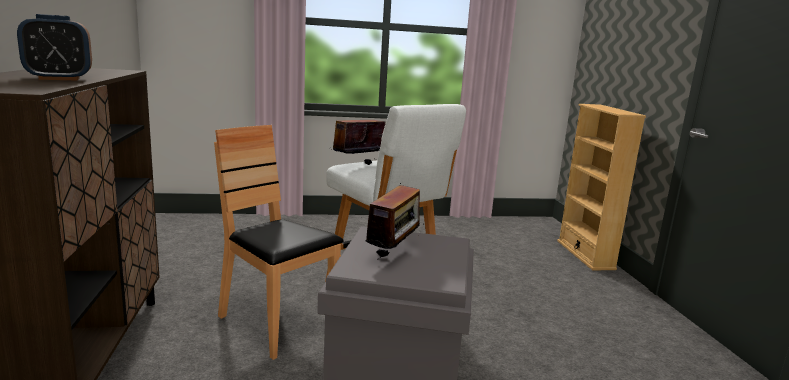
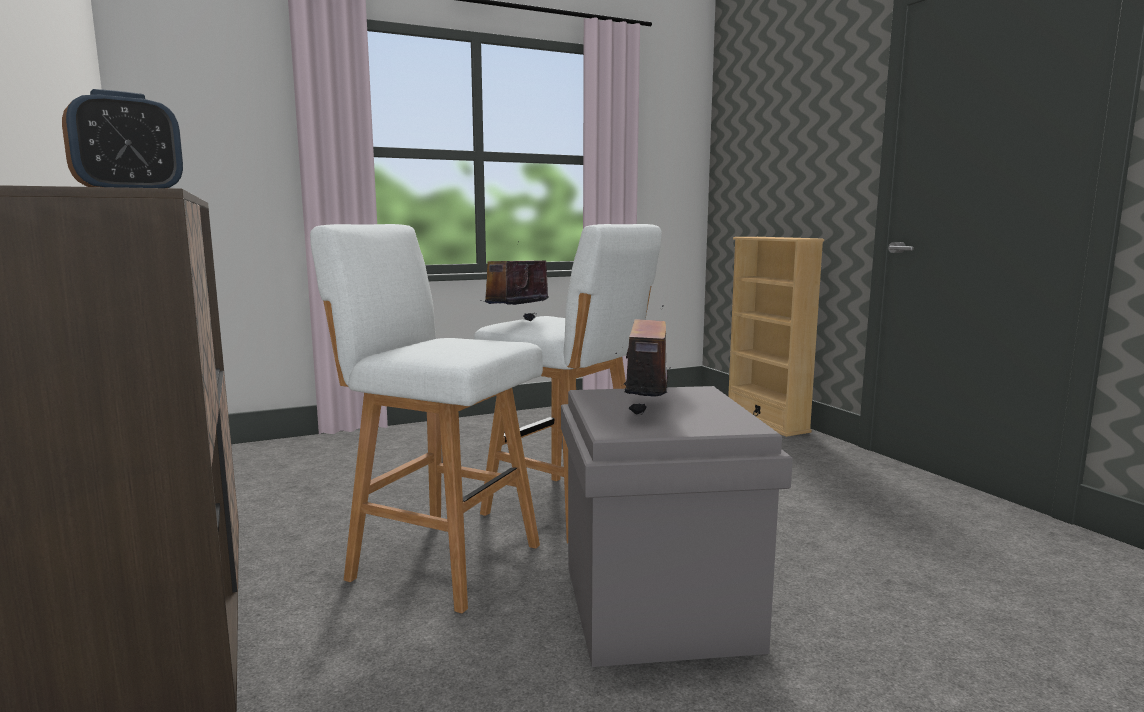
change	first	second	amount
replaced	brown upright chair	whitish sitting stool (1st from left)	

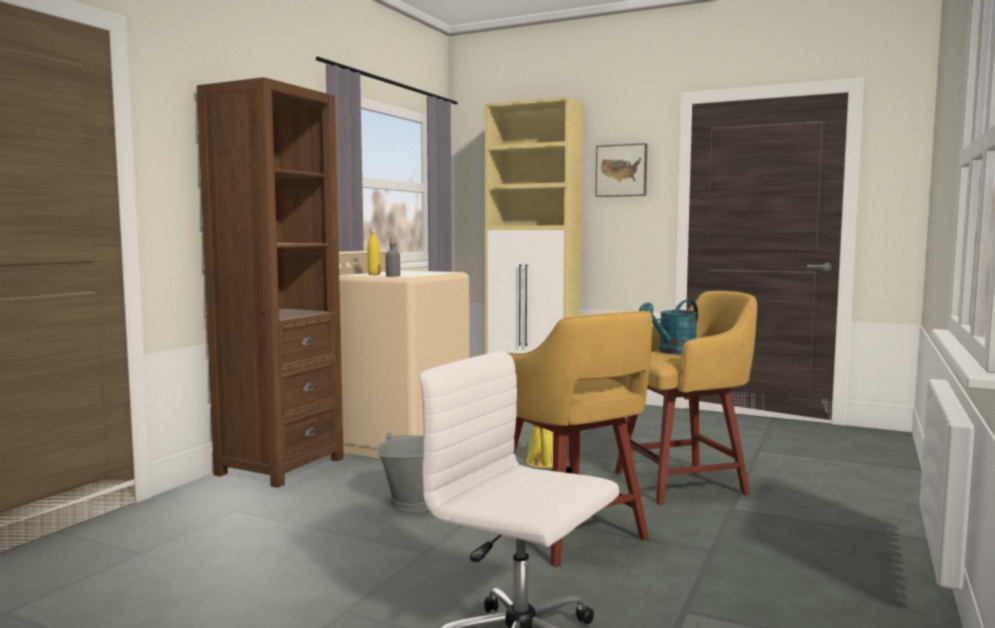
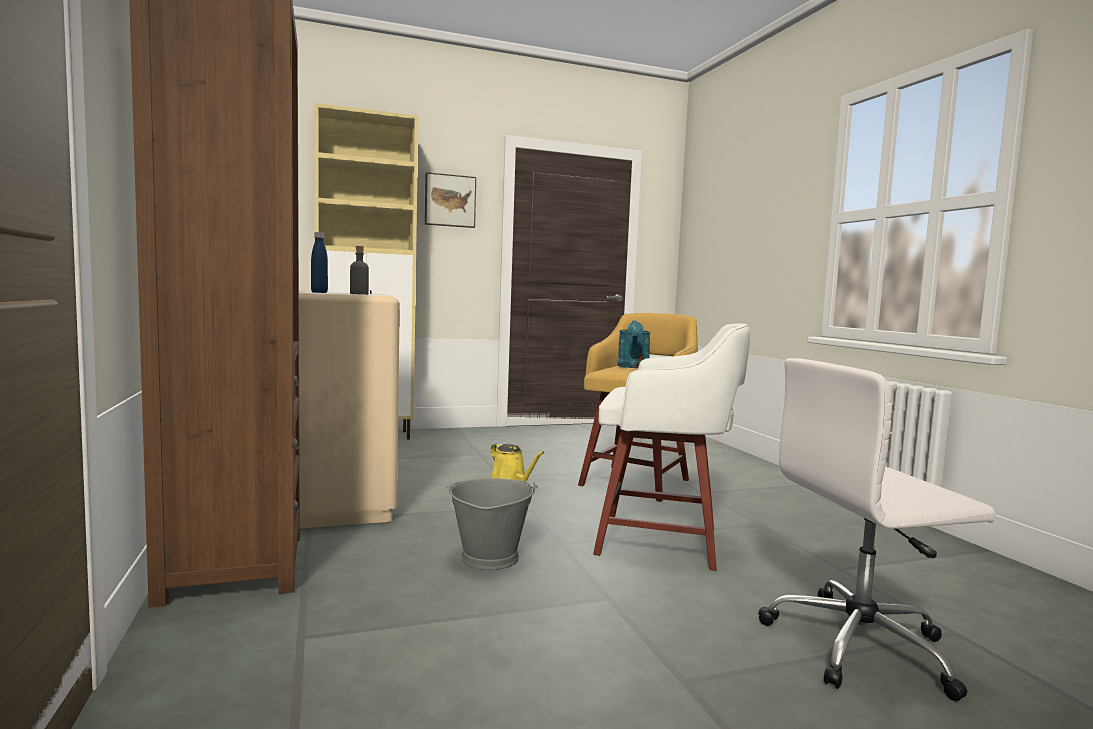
change	first	second	amount
recoloured	yellow-coloured drink bottle	blue-coloured drink bottle	
recoloured	yellow-coloured sitting stool (1st from left)	whitish sitting stool	

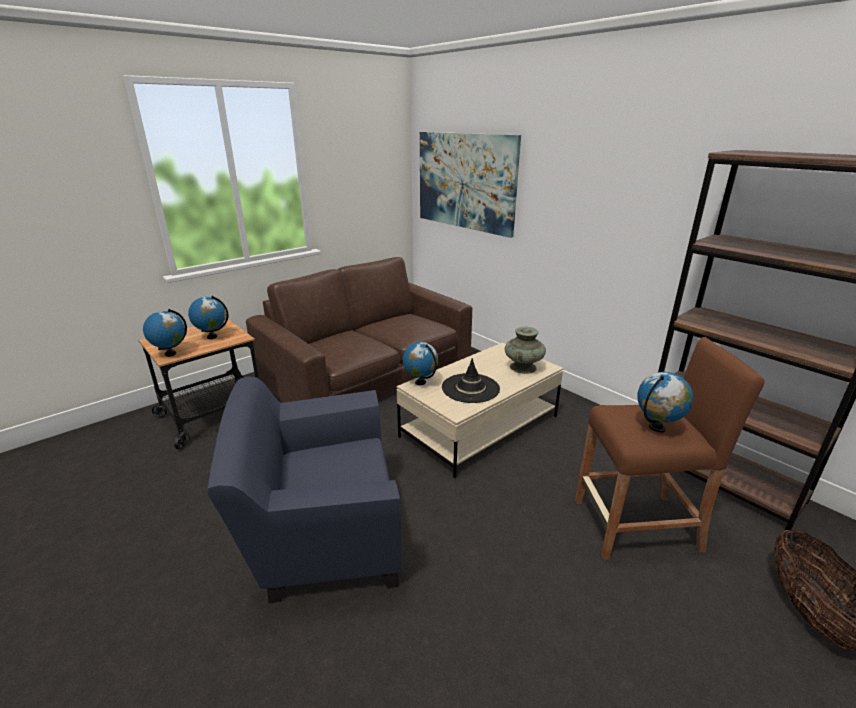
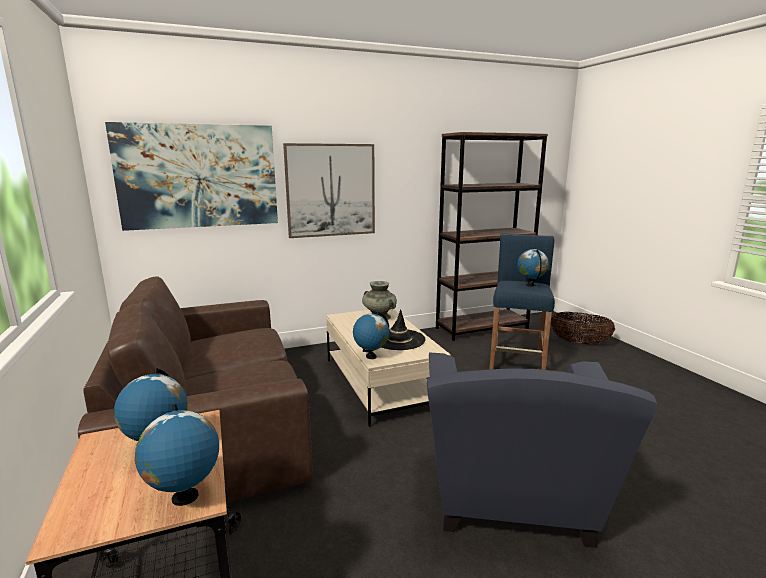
change	first	second	amount
added		wall art (2nd from left)	
recoloured	brown sitting stool	blue-coloured sitting stool	

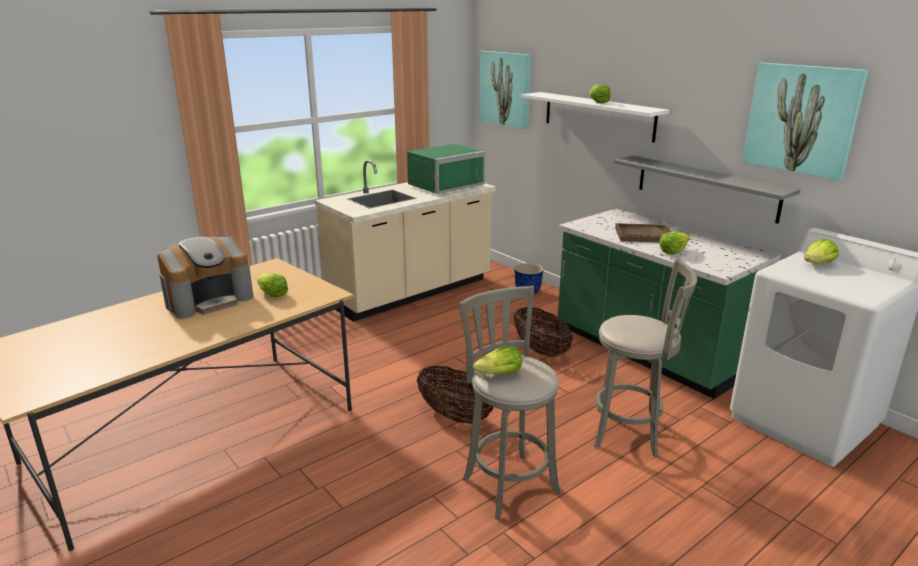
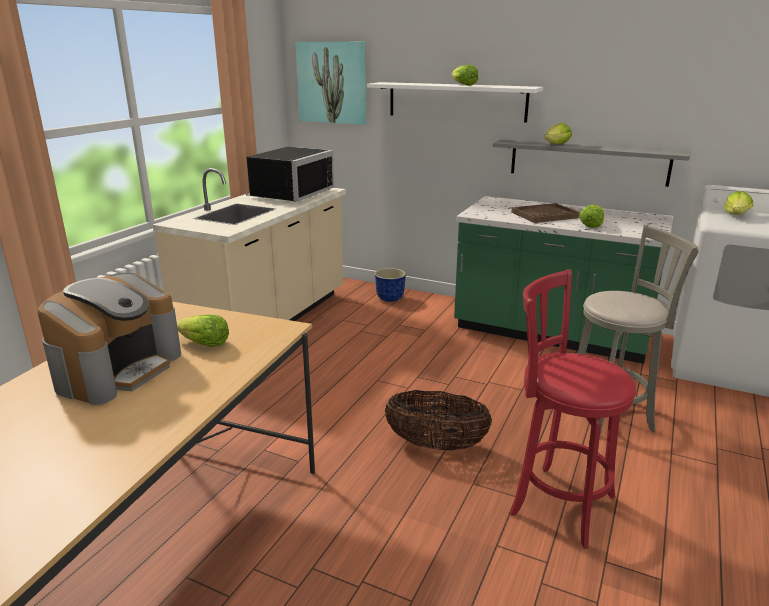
change	first	second	amount
removed	household basket (2nd from left)		
removed	wall art (2nd from left)		
moved	head of lettuce (2nd from left in the first image)	head of lettuce (3rd from left)	
recoloured	green microwave	blackish microwave	
recoloured	greyish sitting stool (1st from left)	red sitting stool	

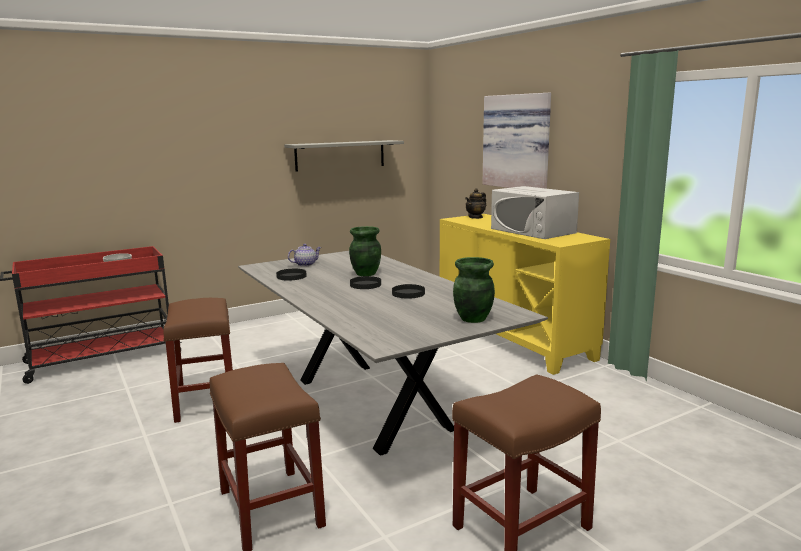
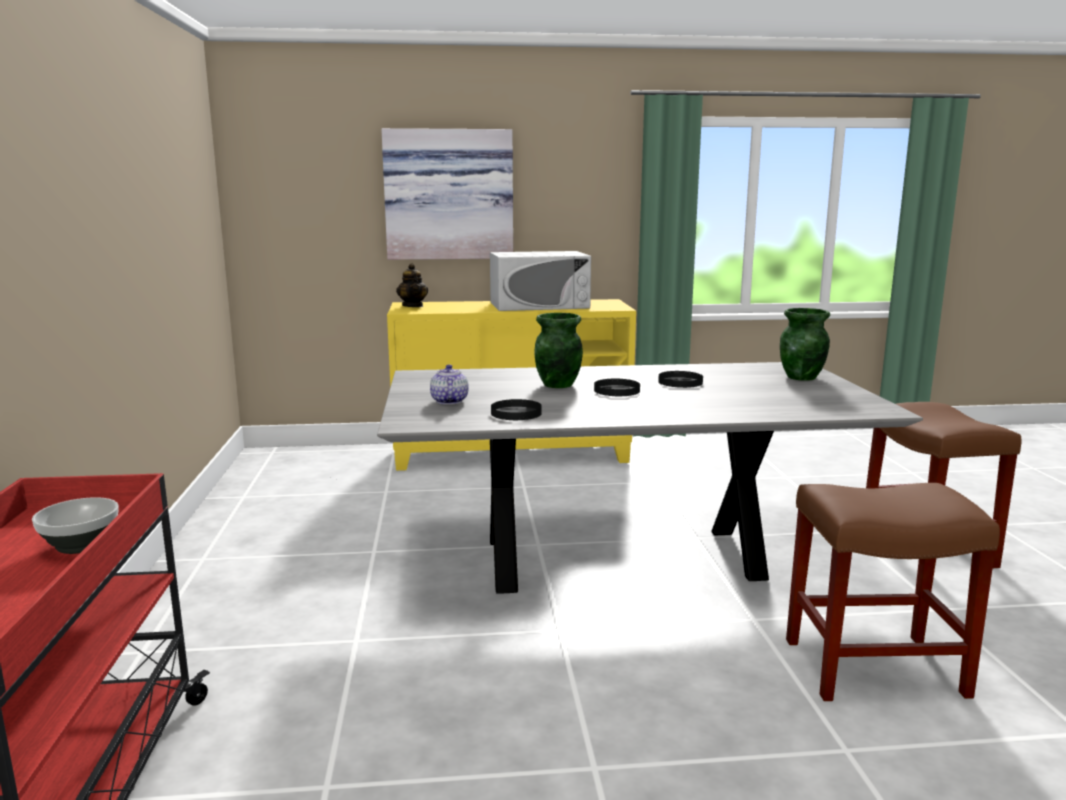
change	first	second	amount
removed	brown sitting stool (1st from left)		
removed	greyish wall shelf		

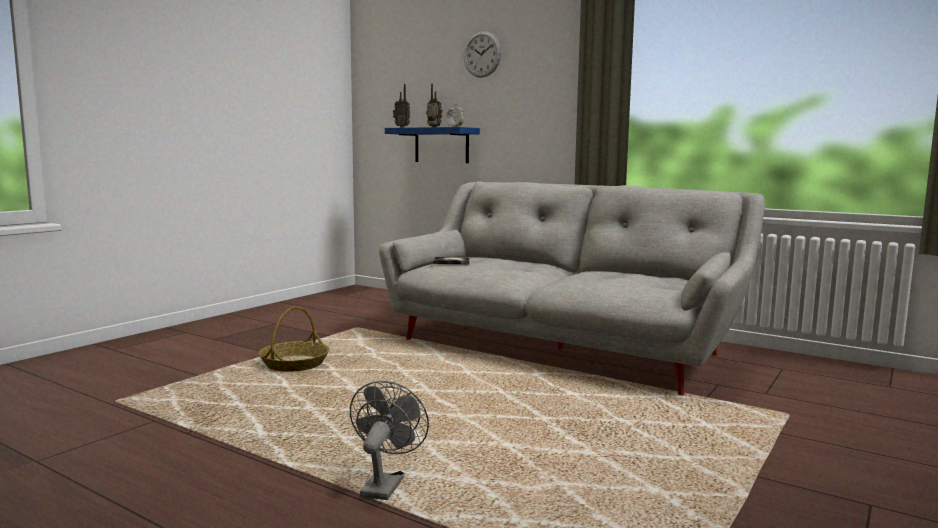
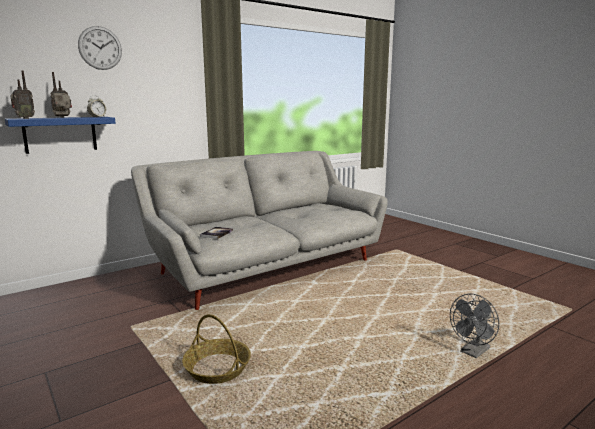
change	first	second	amount
turned	greyish cooling fan		75 degrees counterclockwise

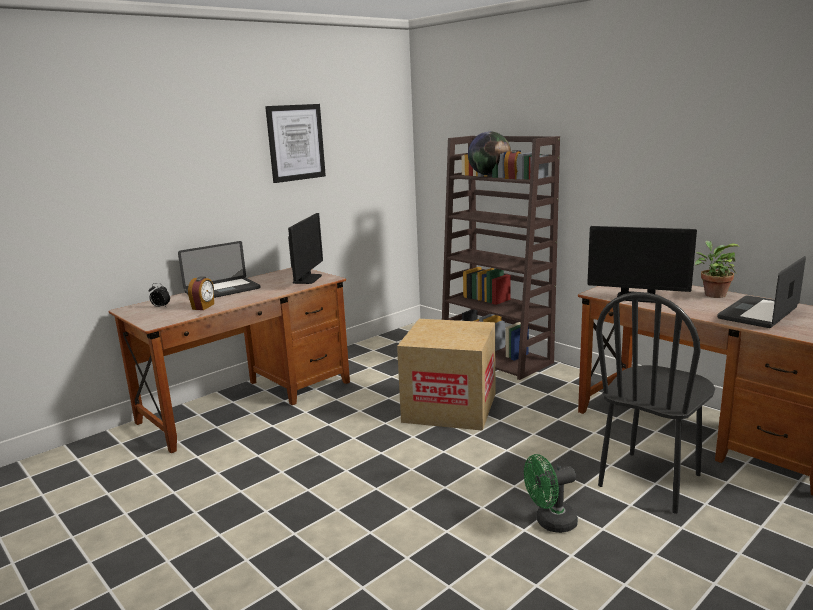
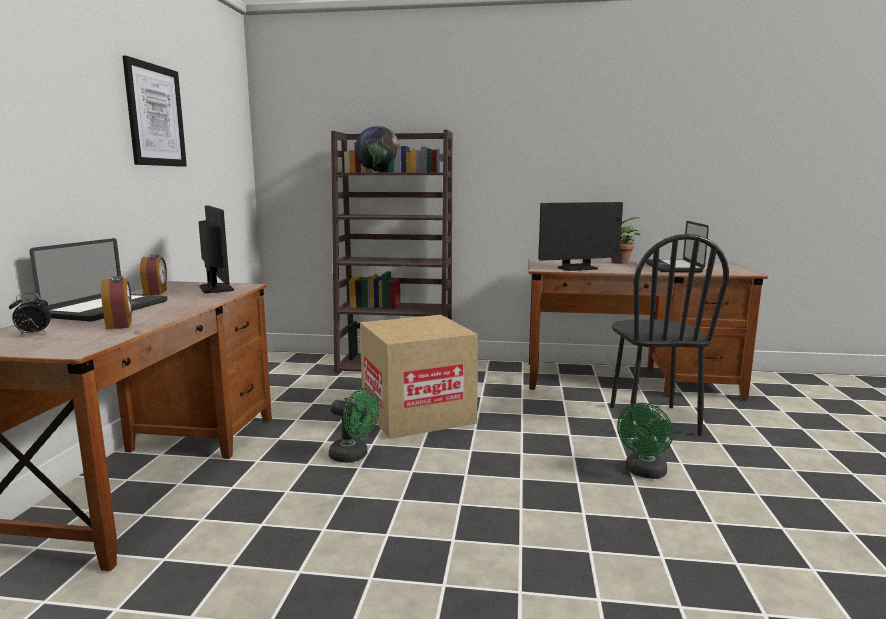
change	first	second	amount
added		green cooling fan (1st from left)	
moved	alarm clock (3rd from left)		

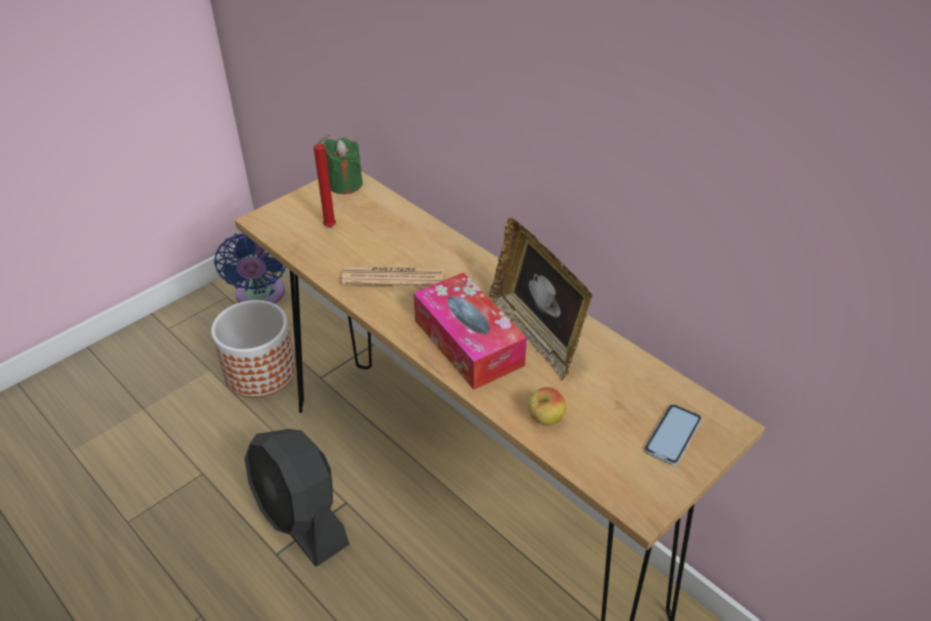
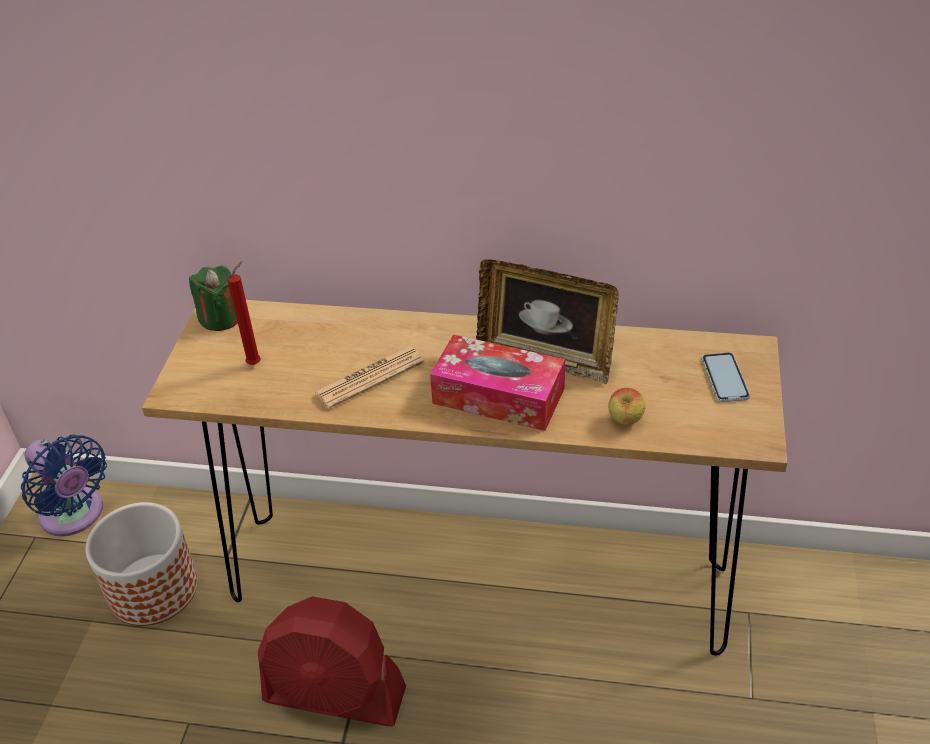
change	first	second	amount
recoloured	blackish cooling fan	red cooling fan	

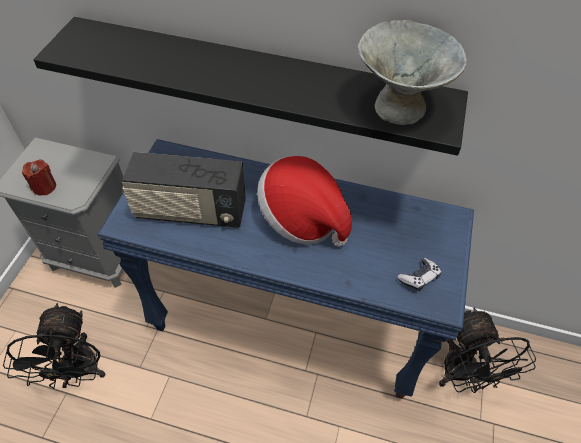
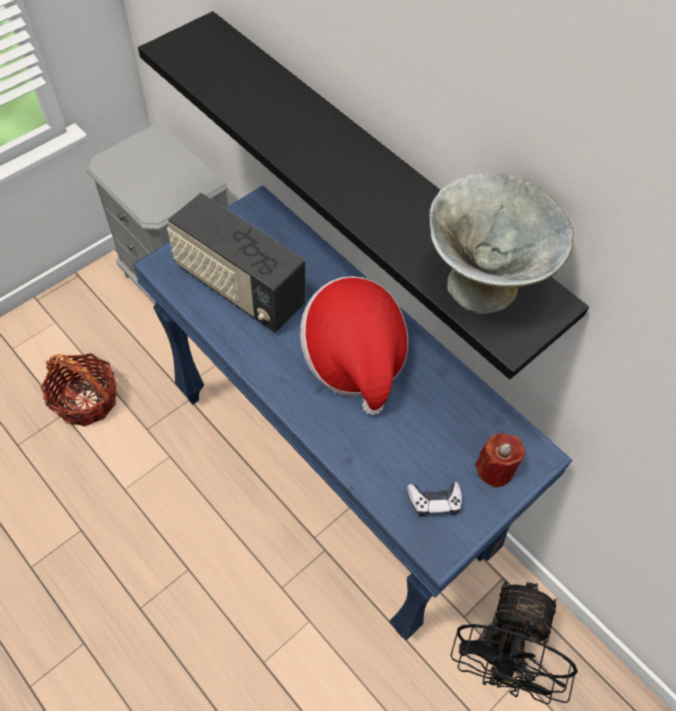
change	first	second	amount
moved	red candle		
replaced	blackish cooling fan (1st from left)	household basket	

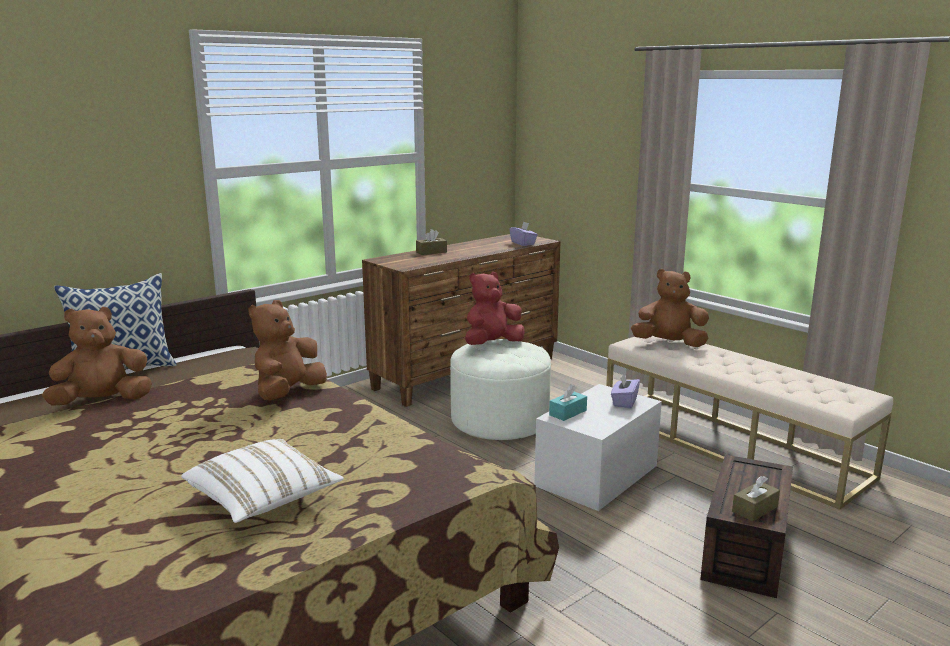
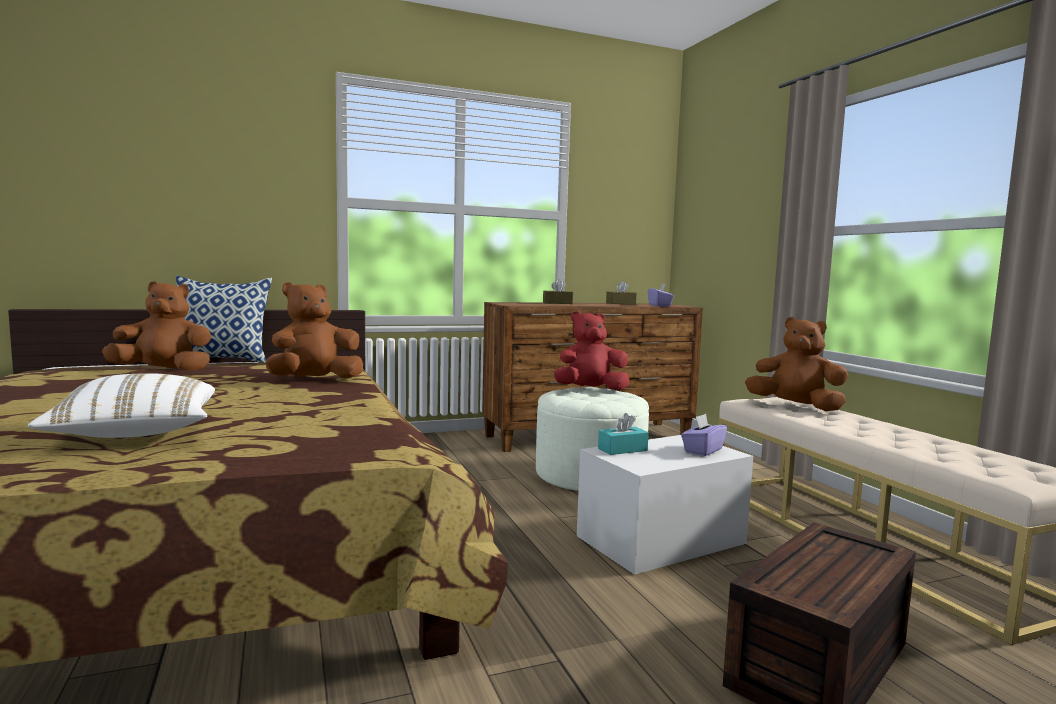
change	first	second	amount
moved	brown box of tissues (2nd from left)		

